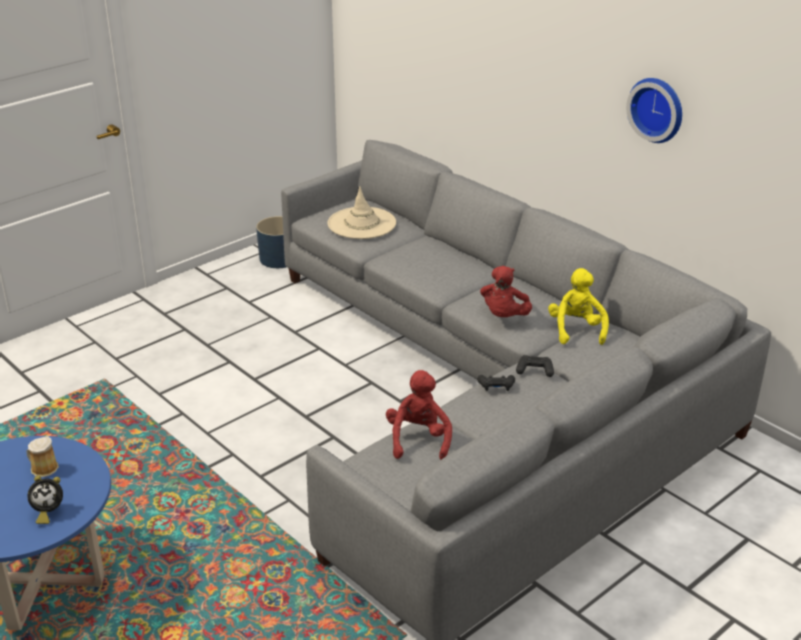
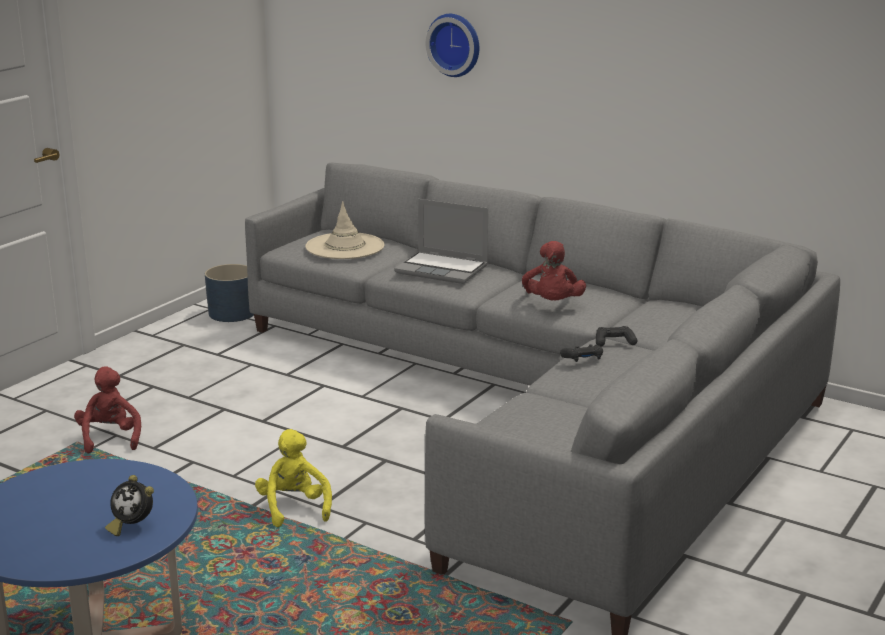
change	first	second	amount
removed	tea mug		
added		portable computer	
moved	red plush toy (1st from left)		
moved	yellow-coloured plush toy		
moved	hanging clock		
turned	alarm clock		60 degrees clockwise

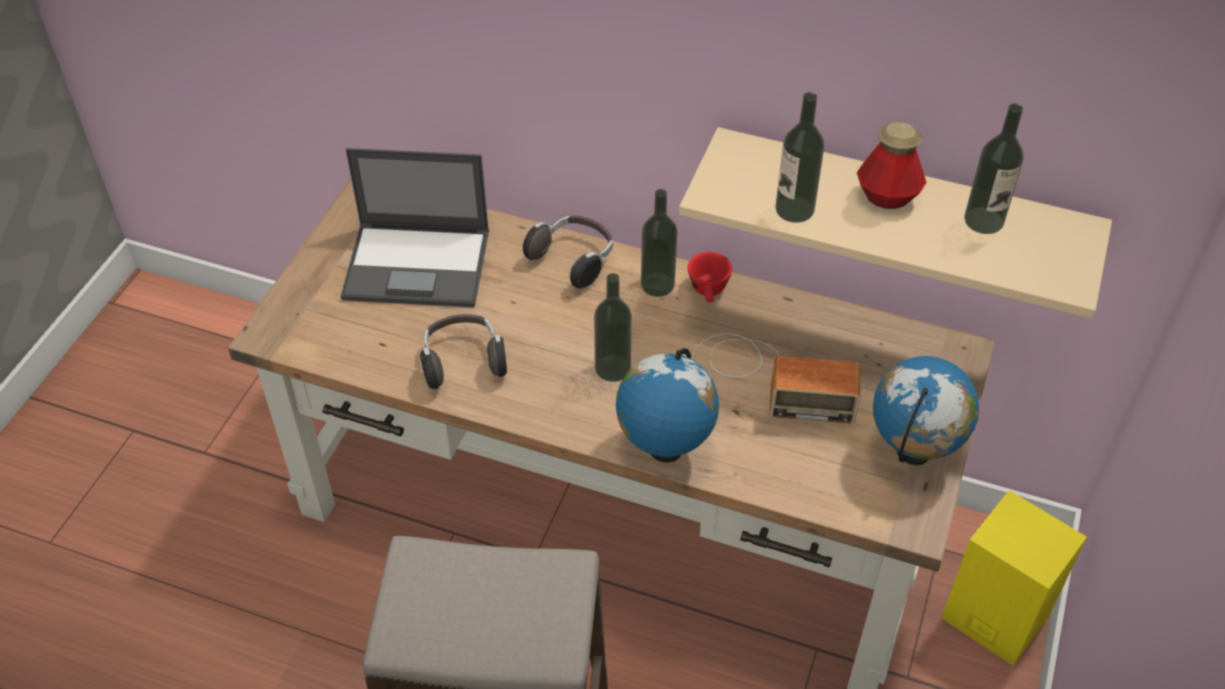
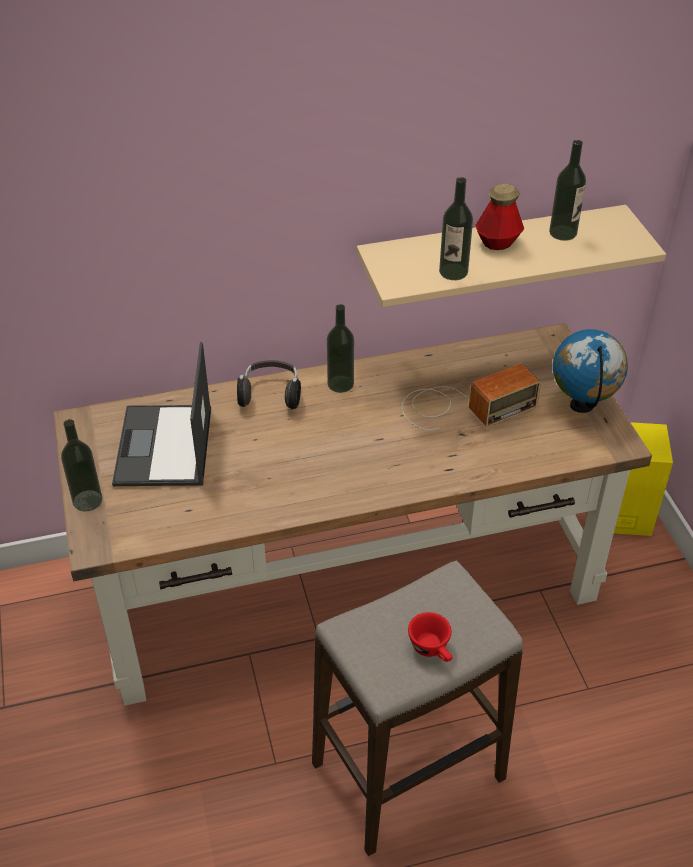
change	first	second	amount
removed	headphones (1st from left)		
removed	desk globe (1st from left)		
moved	drink bottle (1st from left)		
moved	red cup		
turned	portable computer		120 degrees clockwise

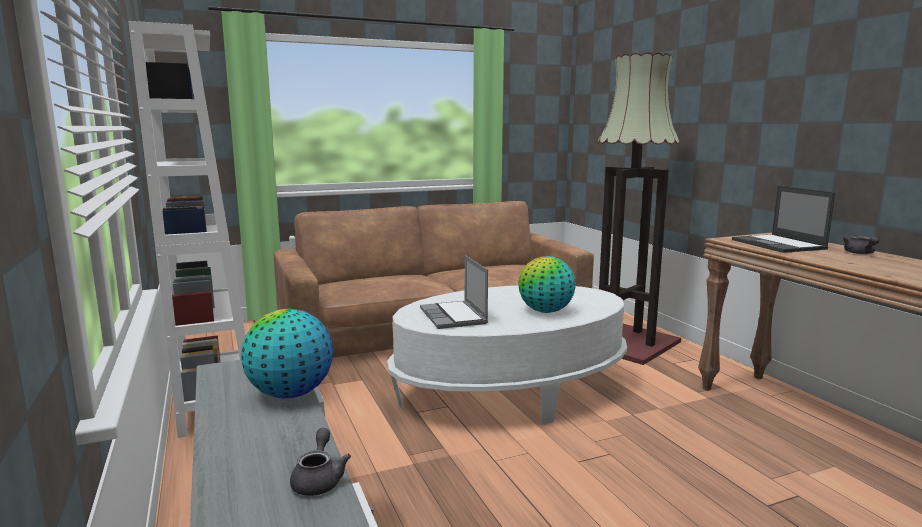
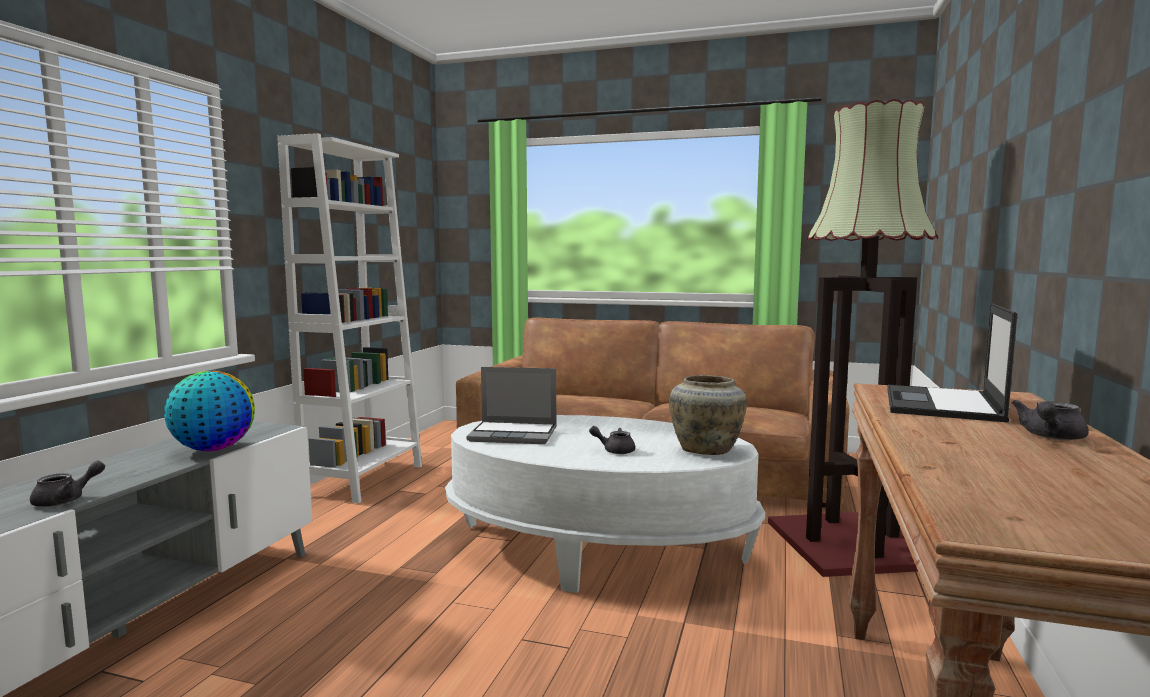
change	first	second	amount
added		beige-coloured flower vase	
replaced	desk globe (2nd from left)	greyish tea pot (2nd from left)	
turned	portable computer (1st from left)		105 degrees counterclockwise

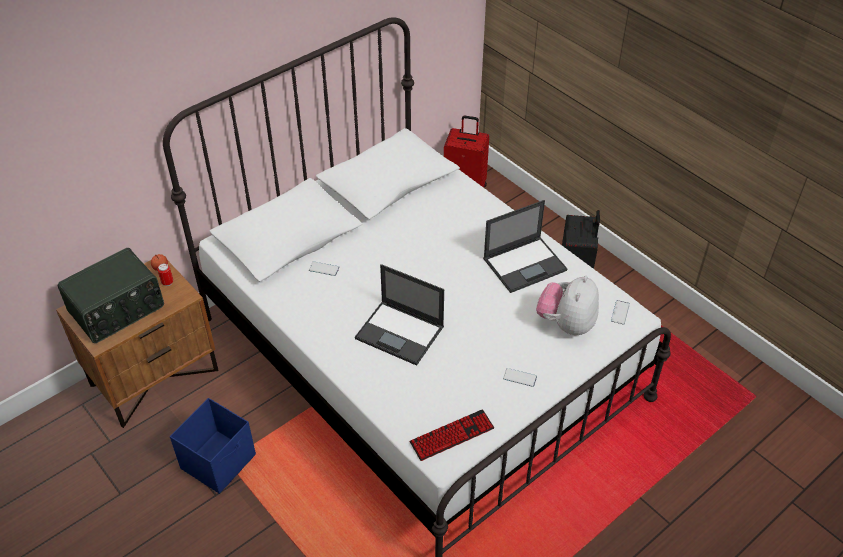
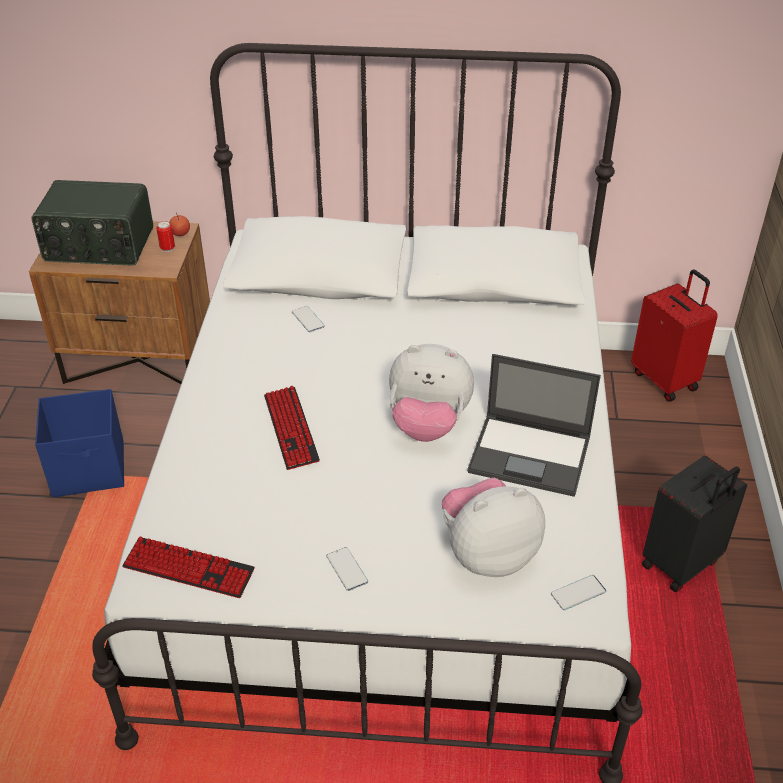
change	first	second	amount
added		plush toy (1st from left)	
replaced	portable computer (1st from left)	keyboard (2nd from left)	

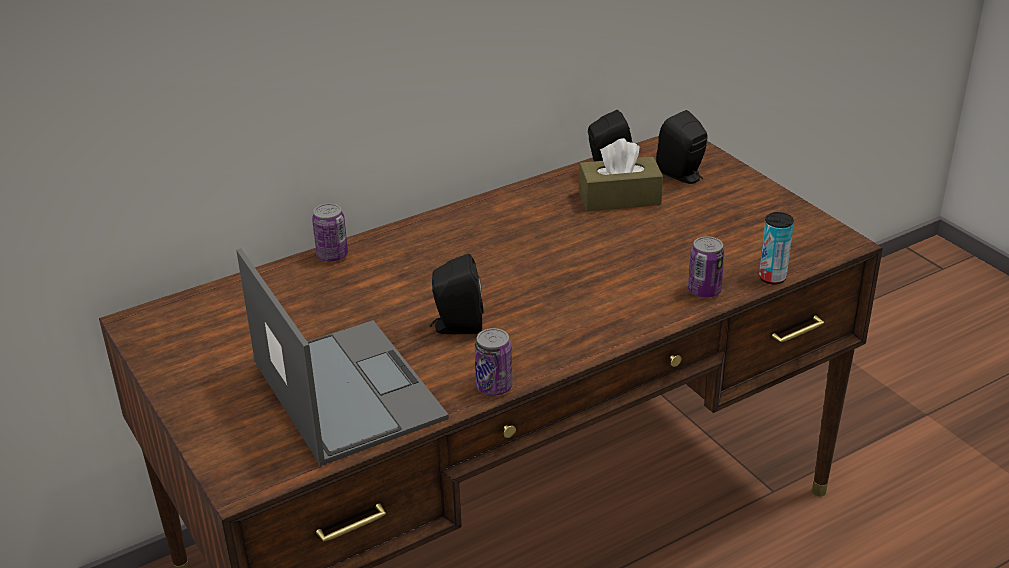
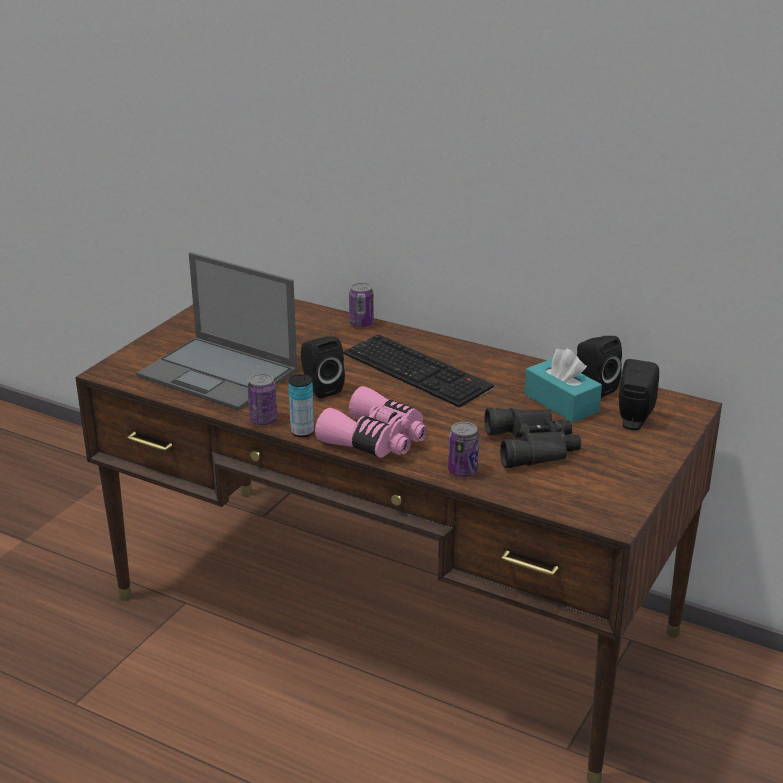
change	first	second	amount
added		pinkish binoculars	
added		keyboard	
added		blackish binoculars	
moved	can (4th from left in the first image)	can (2nd from left)	
recoloured	brown box of tissues	blue-green box of tissues	
turned	portable computer		90 degrees clockwise

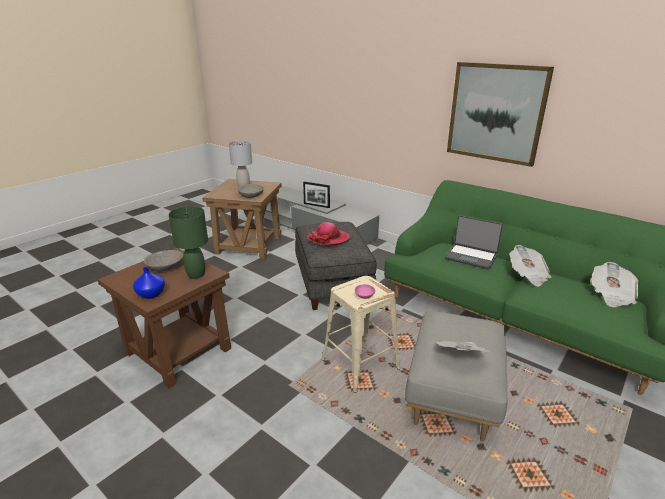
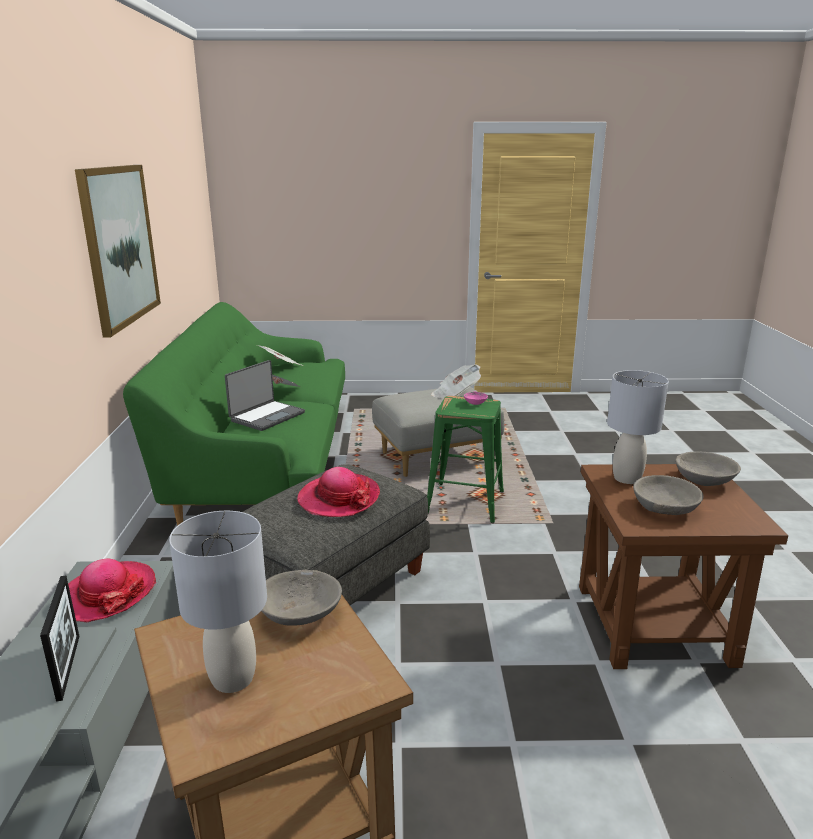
change	first	second	amount
added		wearable hat (1st from left)	
replaced	blue-coloured flower vase	greyish bowl (3rd from left)	
recoloured	green lamp for a table	greyish lamp for a table (2nd from left)	
recoloured	beige-coloured sitting stool	green sitting stool	
turned	portable computer		45 degrees clockwise

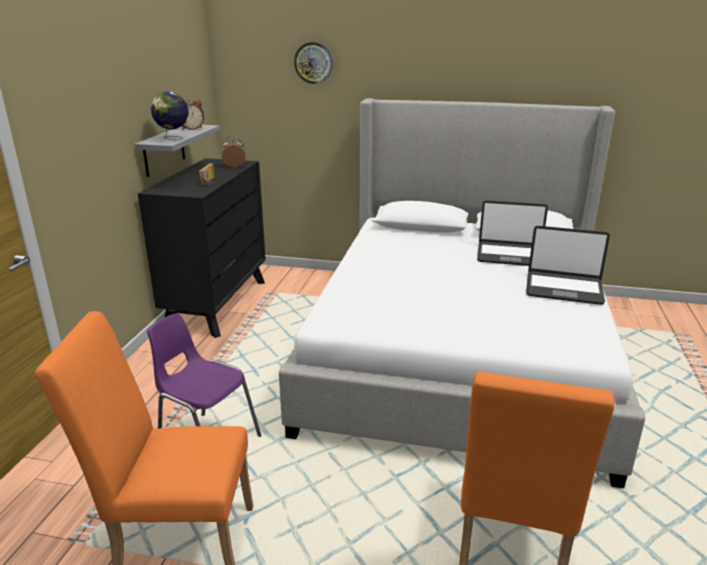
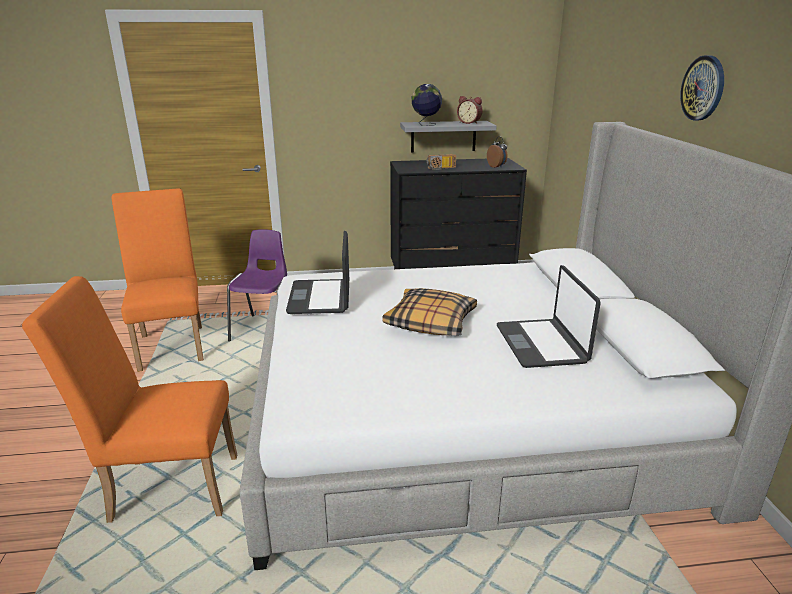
change	first	second	amount
added		throw pillow	
moved	hanging clock		
moved	portable computer (2nd from left in the first image)	portable computer (1st from left)	

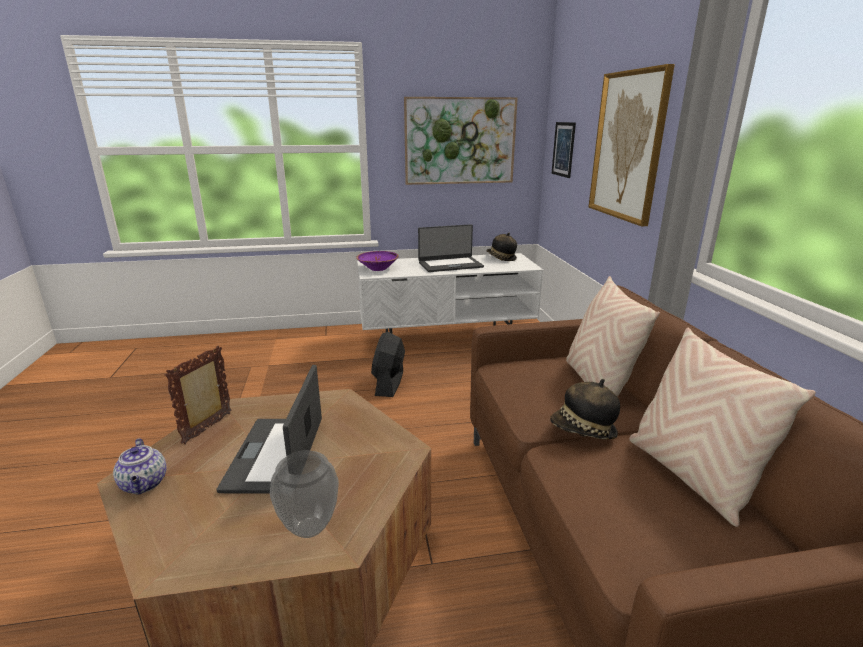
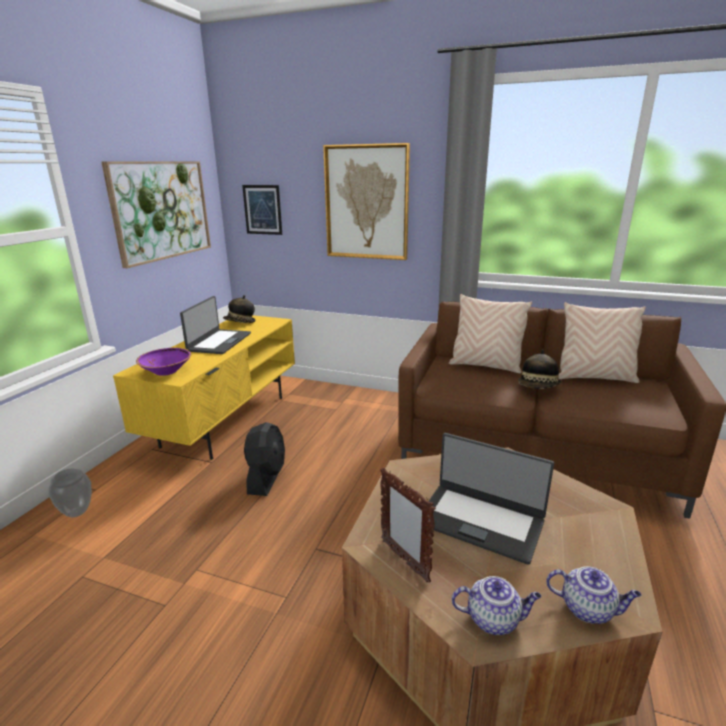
change	first	second	amount
added		tea pot (2nd from left)	
moved	flower vase		
recoloured	whitish tv unit	yellow-coloured tv unit	
turned	blackish cooling fan		120 degrees counterclockwise

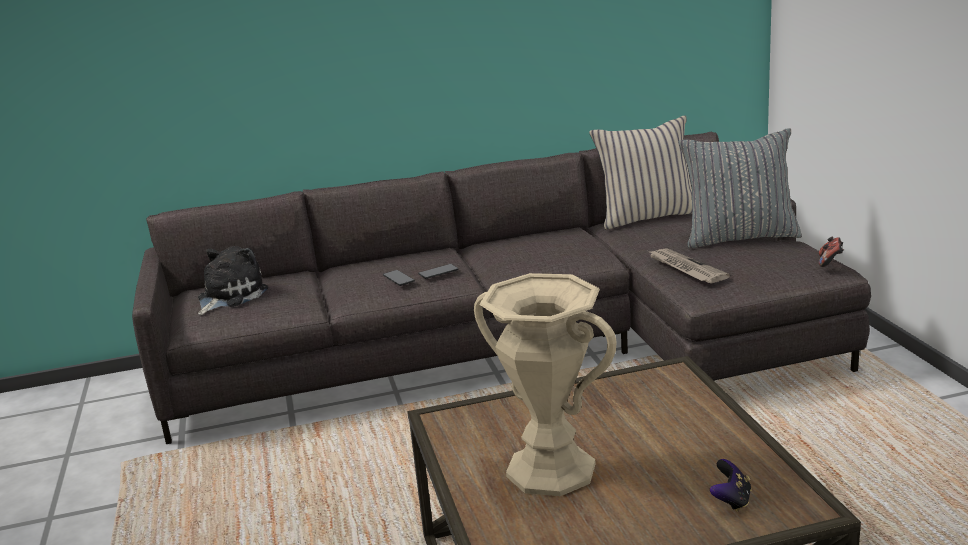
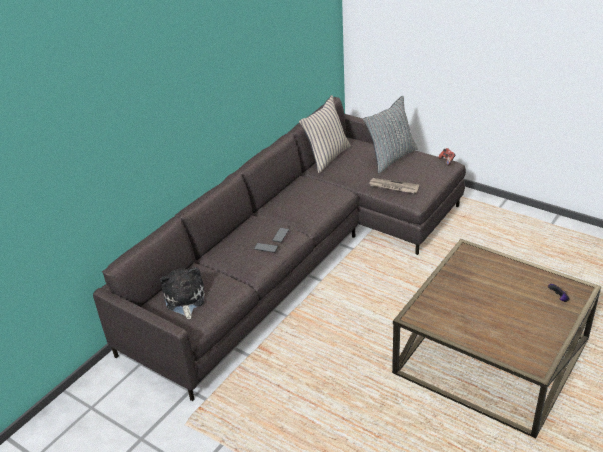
change	first	second	amount
removed	beige-coloured flower vase		

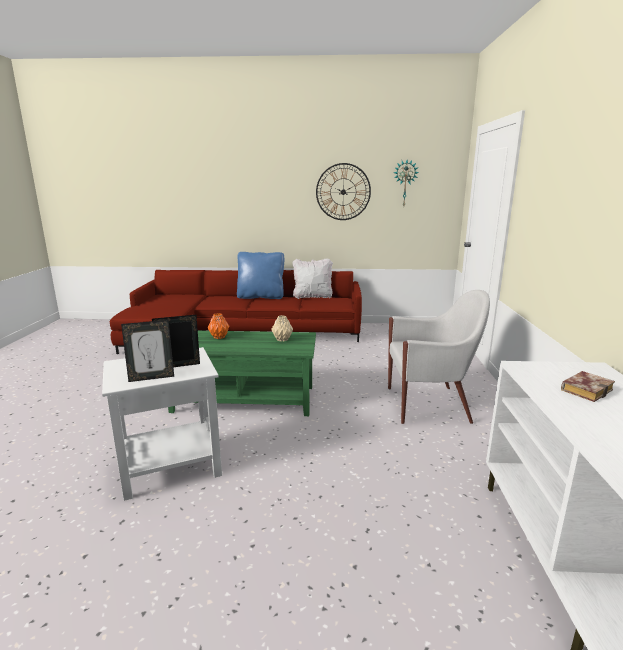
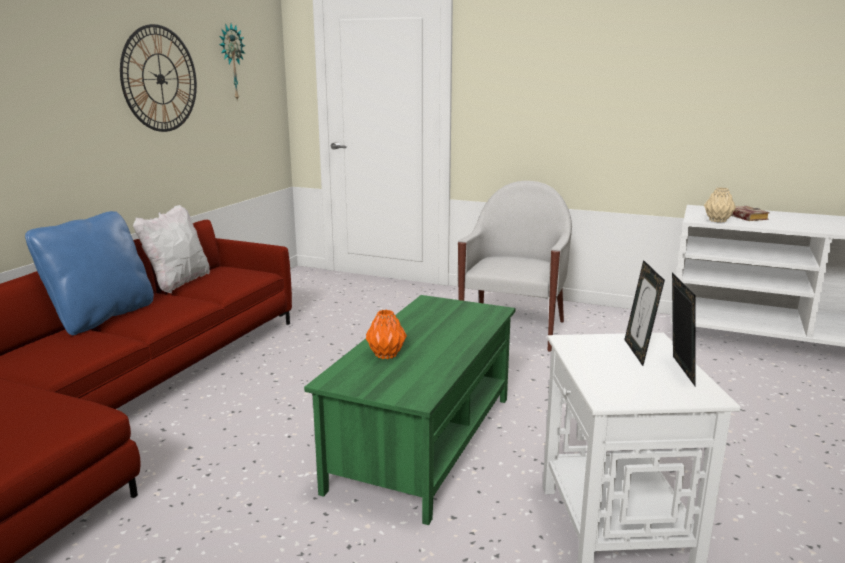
change	first	second	amount
moved	beige-coloured flower vase		

